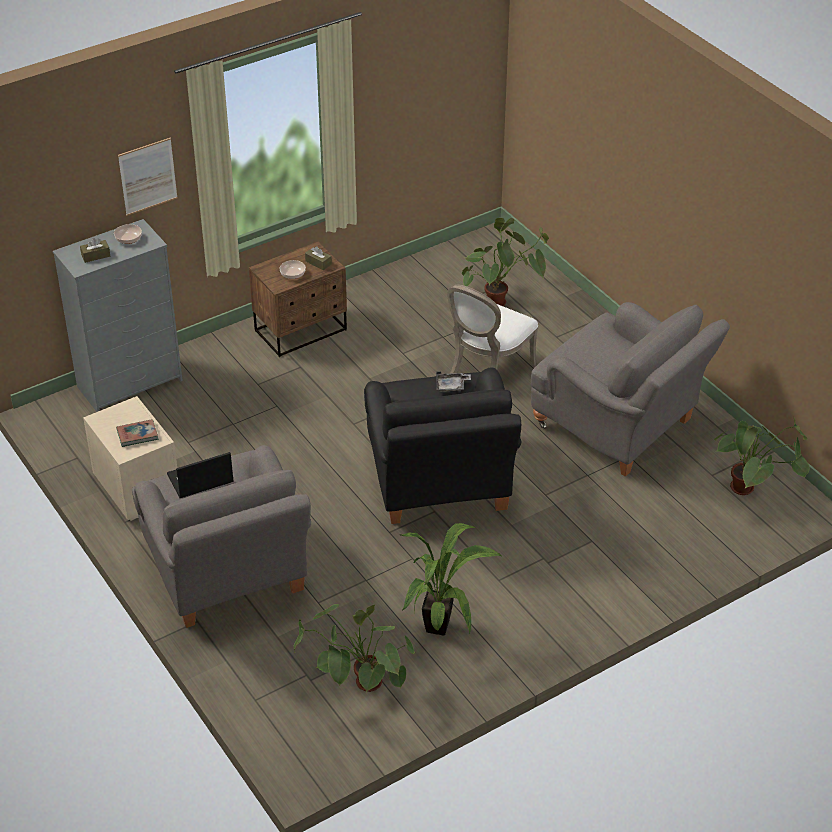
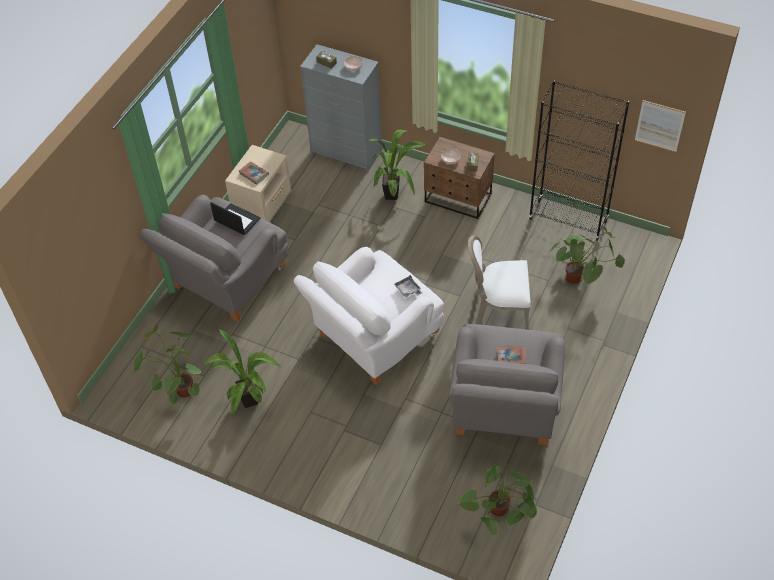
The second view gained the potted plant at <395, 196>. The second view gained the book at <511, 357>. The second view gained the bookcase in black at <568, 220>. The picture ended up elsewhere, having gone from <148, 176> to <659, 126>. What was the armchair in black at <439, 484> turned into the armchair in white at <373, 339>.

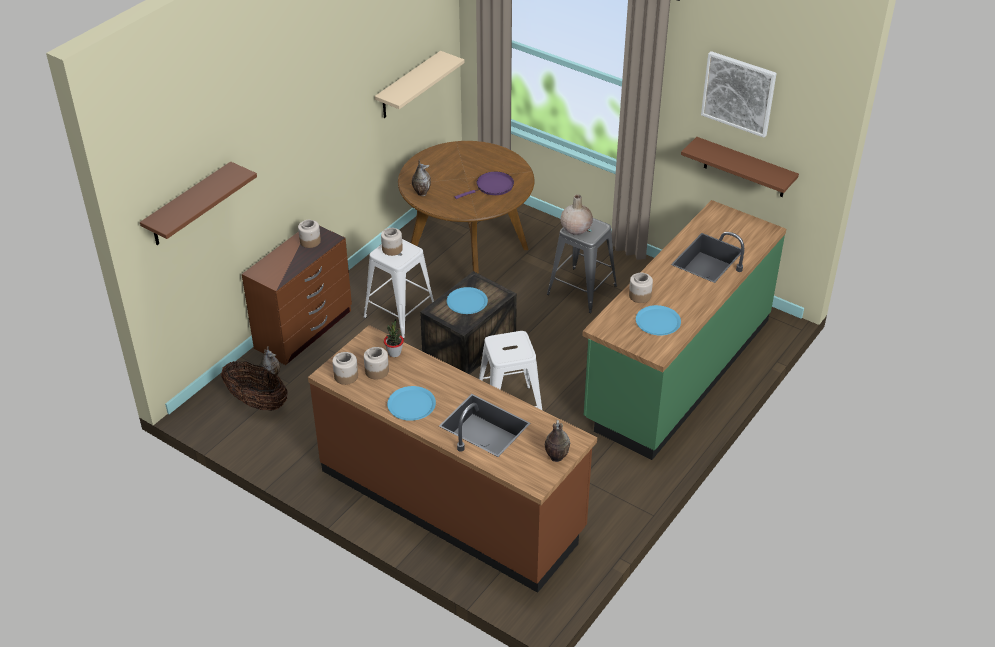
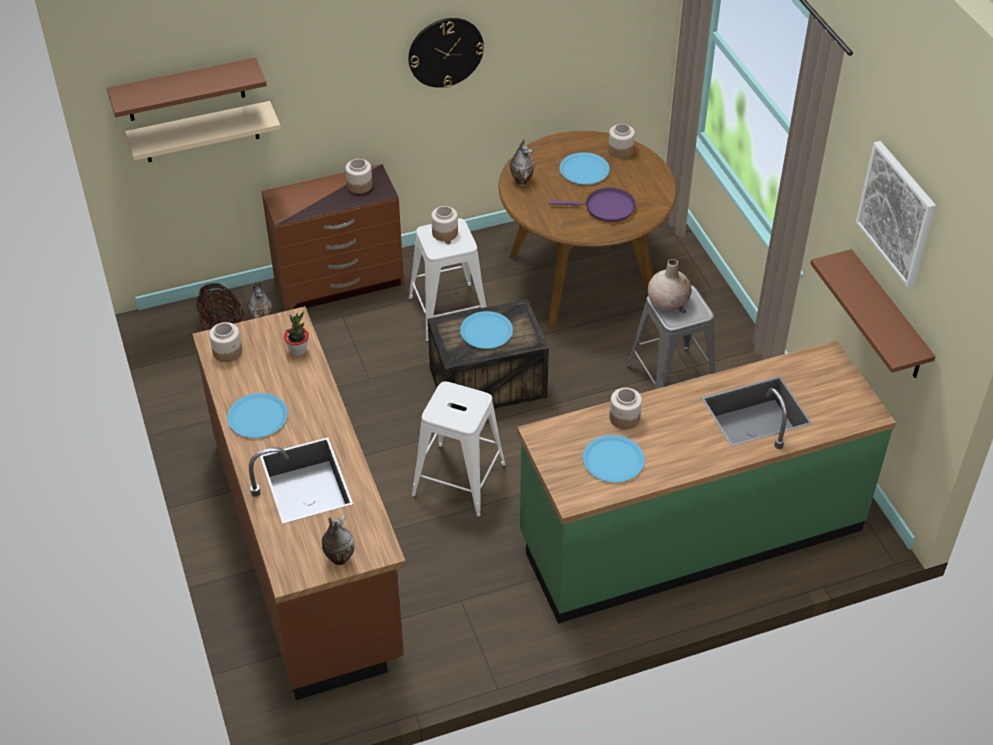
The second view gained the wall clock at <445, 52>. The second view gained the plate in blue at <584, 169>. The jar ended up elsewhere, having gone from <376, 371> to <620, 150>. The shelf in beige ended up elsewhere, having gone from <408, 86> to <201, 132>.

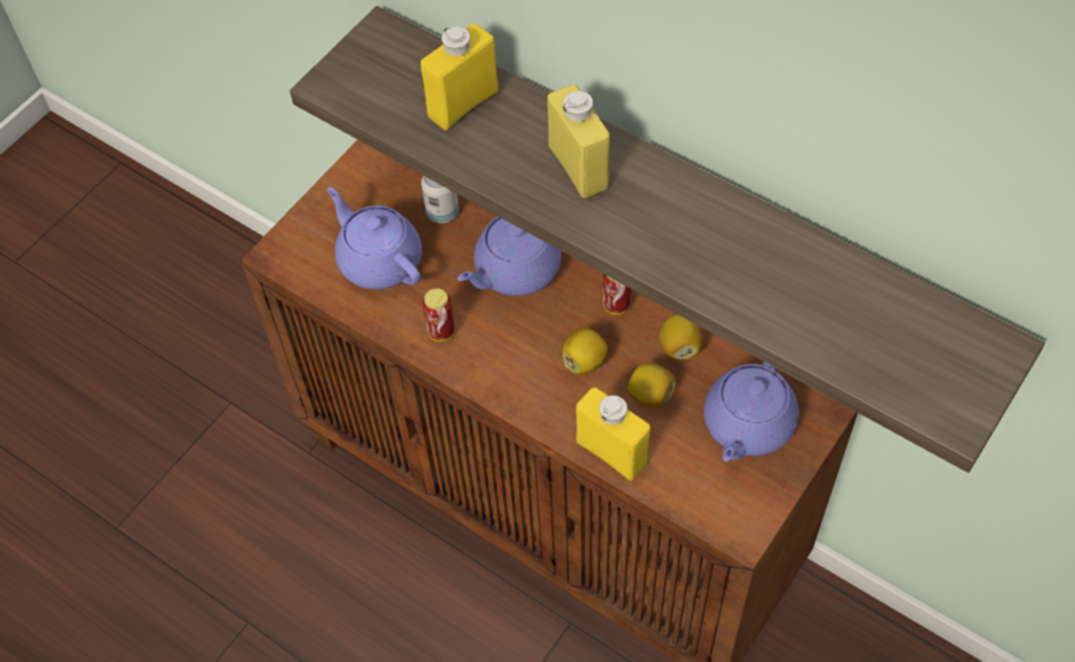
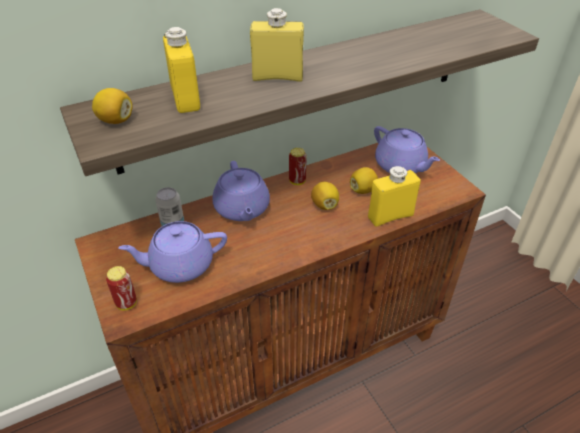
The can ended up elsewhere, having gone from <441, 331> to <126, 303>. The lemon ended up elsewhere, having gone from <679, 347> to <115, 120>.

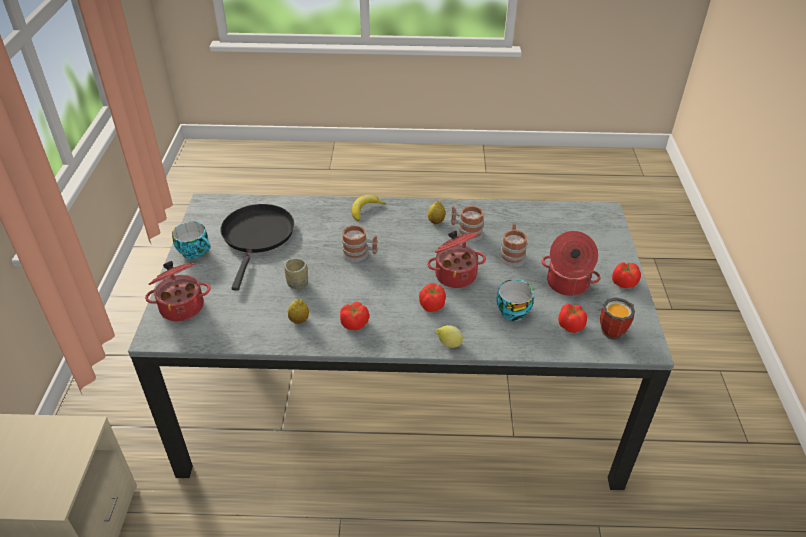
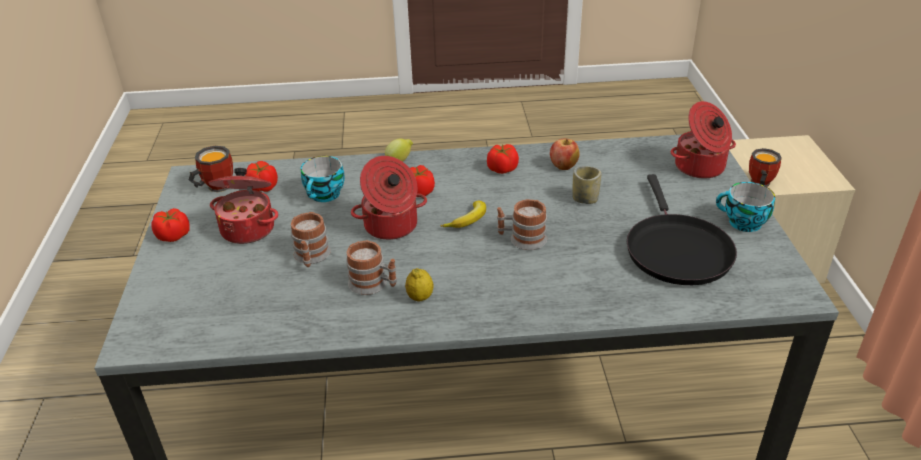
The second view gained the mug at <758, 183>. The banana ended up elsewhere, having gone from <365, 210> to <468, 220>. Where the lemon stood at <299, 320>, the apple came to stand at <563, 167>.

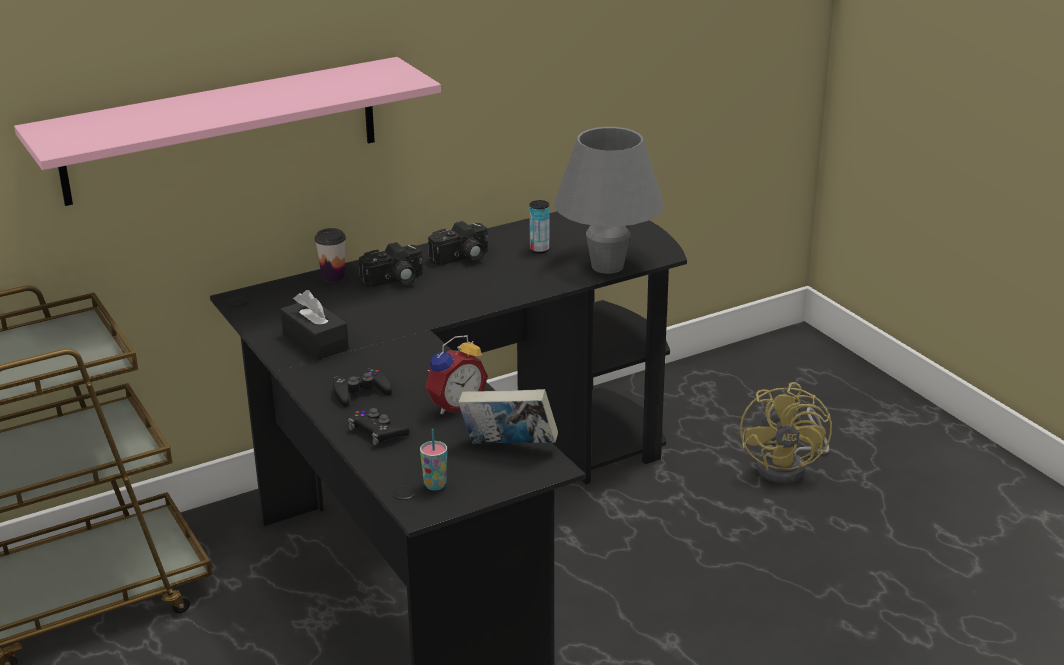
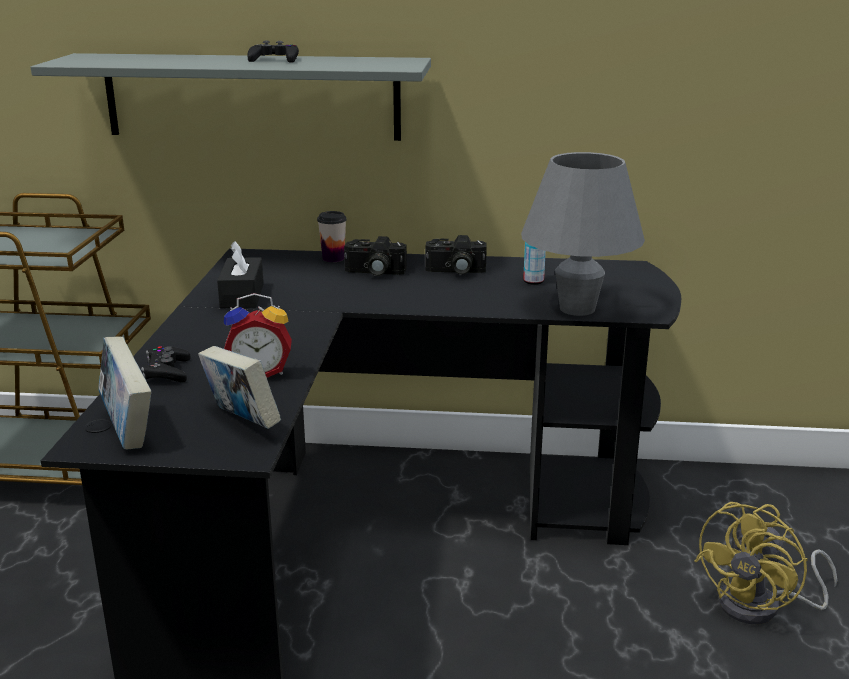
The game controller in black ended up elsewhere, having gone from <360, 392> to <274, 60>. Where the cup stood at <435, 485>, the book came to stand at <128, 429>. What was the shelf in pink at <221, 130> turned into the shelf in grey at <252, 96>.

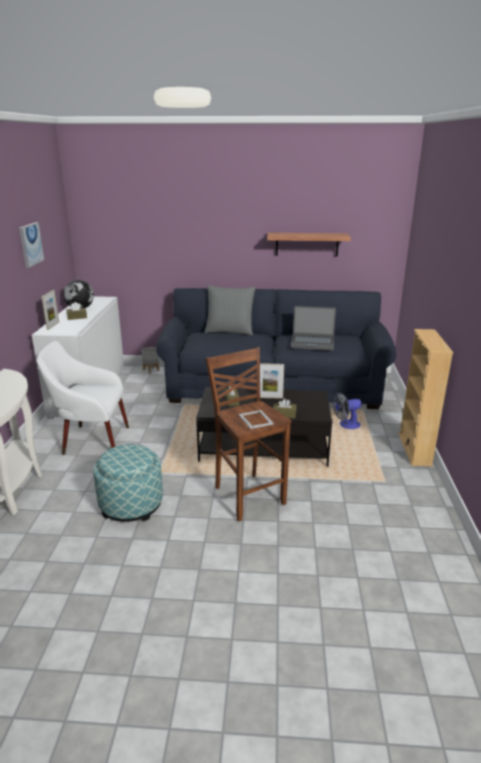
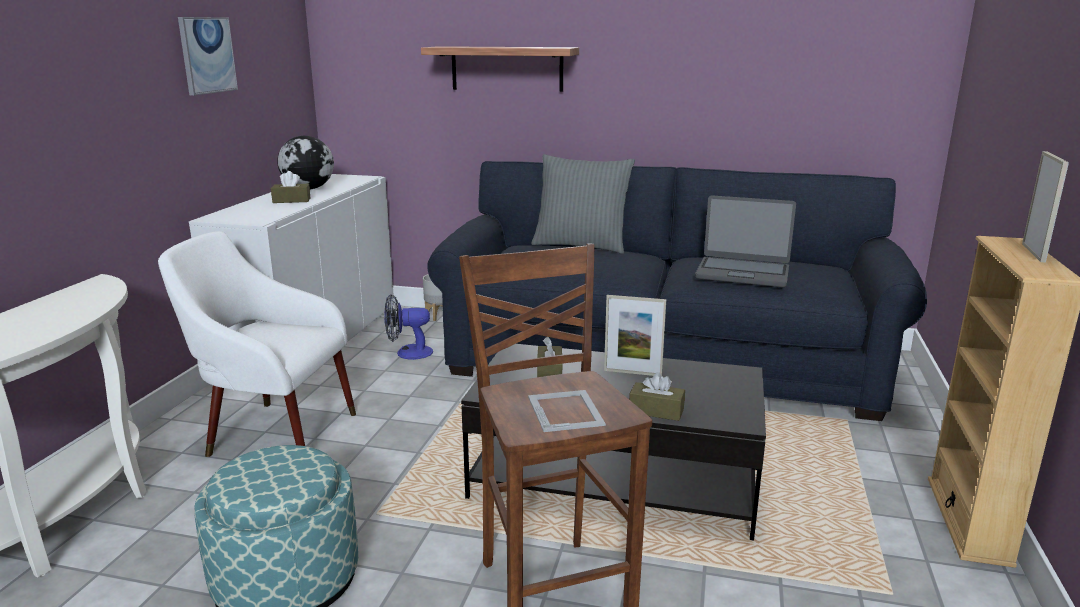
The picture frame ended up elsewhere, having gone from <53, 325> to <1033, 252>. The shelf ended up elsewhere, having gone from <307, 244> to <507, 68>. The fan ended up elsewhere, having gone from <346, 425> to <408, 353>.

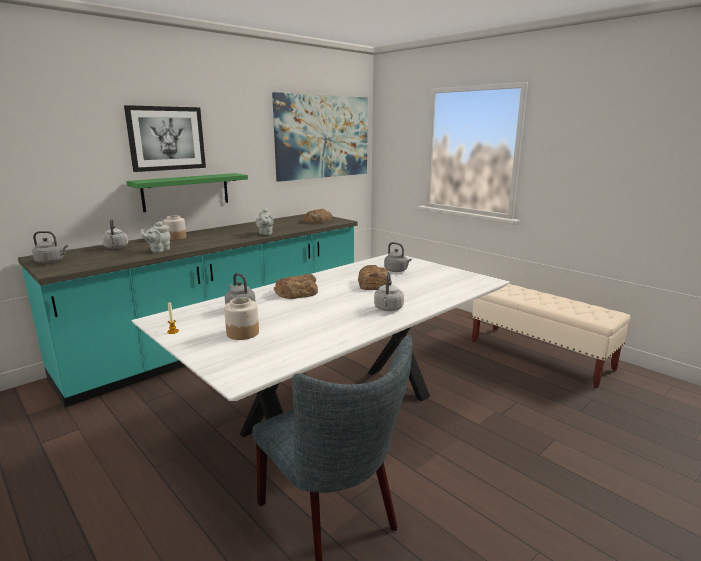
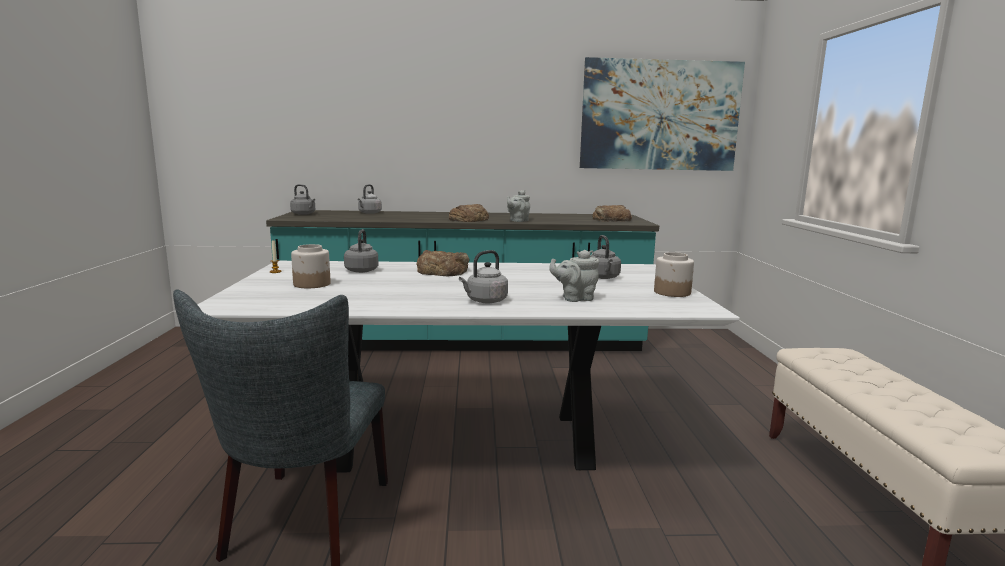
The second view lost the picture at <166, 138>. The second view lost the shelf in green at <186, 192>. The teapot in grey ended up elsewhere, having gone from <158, 250> to <575, 298>. The jar ended up elsewhere, having gone from <176, 238> to <672, 292>. The bread ended up elsewhere, having gone from <373, 283> to <469, 219>.

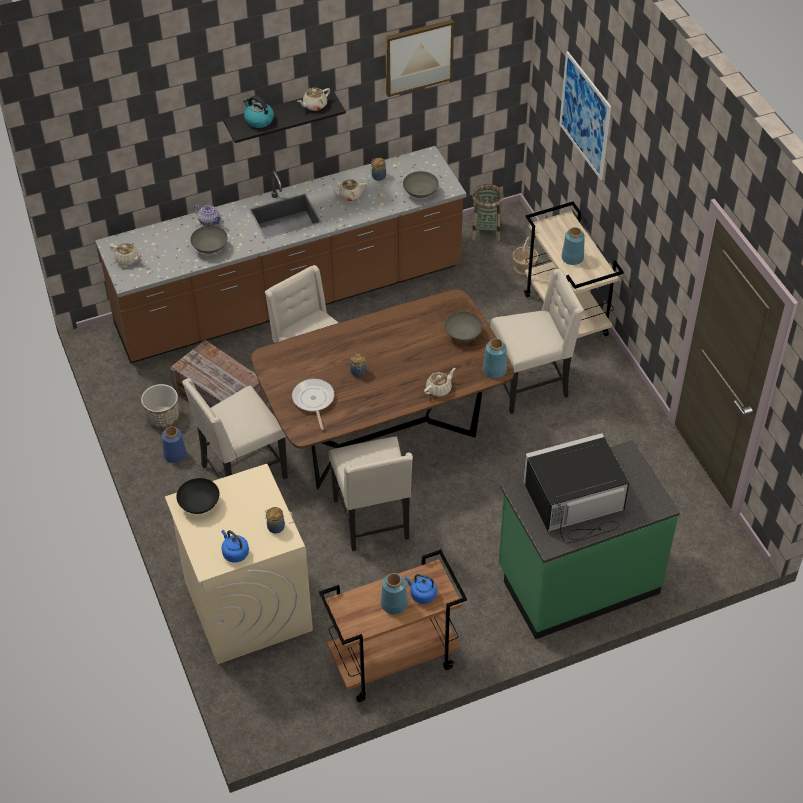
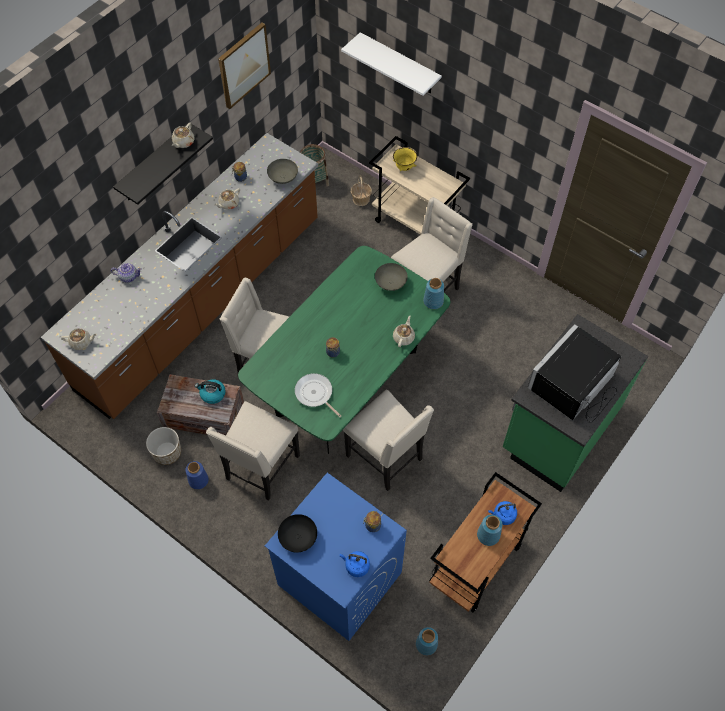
The second view lost the bowl in grey at <210, 248>. The second view gained the bowl in yellow at <404, 167>. The kettle ended up elsewhere, having gone from <258, 120> to <212, 394>. The vase in blue ended up elsewhere, having gone from <572, 258> to <426, 644>. Where the picture hung at <585, 115>, the shelf in white came to hang at <399, 64>. What was the washing machine in beige at <247, 605> turned into the washing machine in blue at <338, 578>. What was the dining table in brown at <383, 435> turned into the dining table in green at <348, 384>.

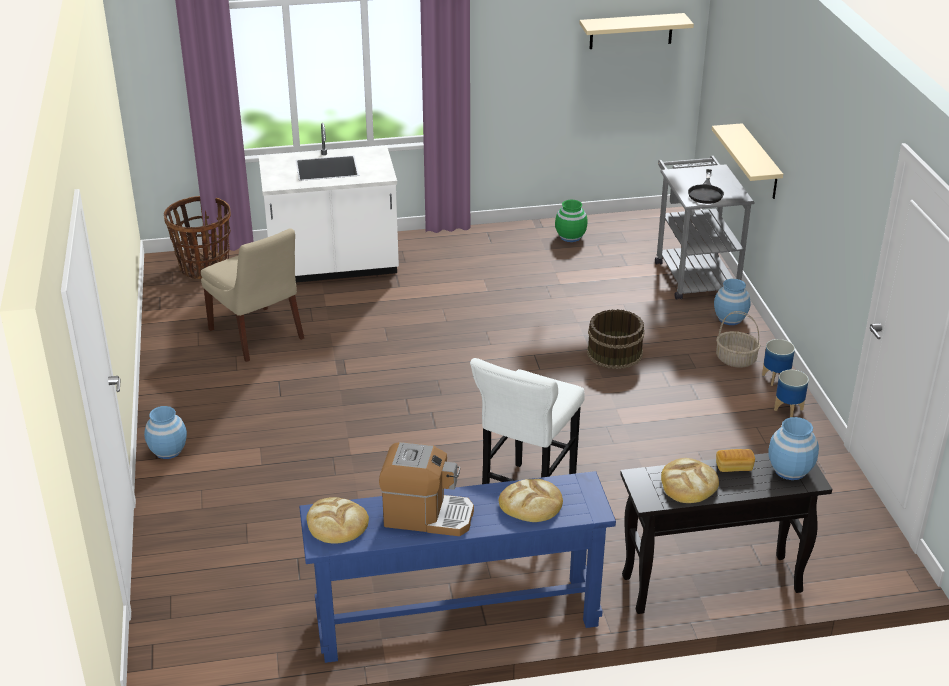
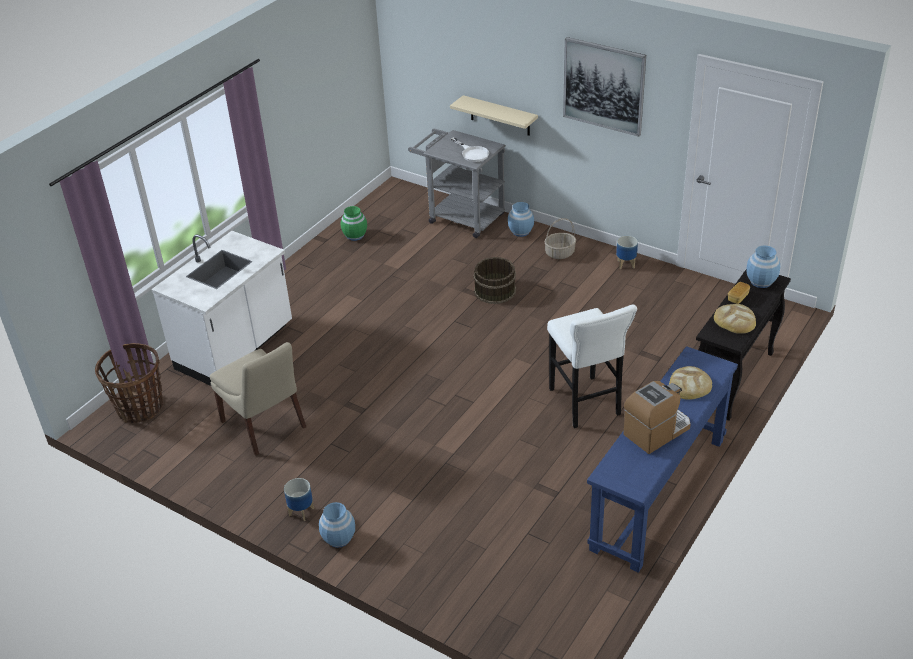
The second view lost the bread at <337, 523>. The second view lost the shelf in beige at <631, 31>. The second view gained the picture at <604, 86>. The planter ended up elsewhere, having gone from <775, 378> to <301, 512>. What was the frying pan in black at <706, 192> turned into the frying pan in white at <472, 153>. The chair in beige at <258, 336> ended up facing another way, 45 degrees clockwise from before.

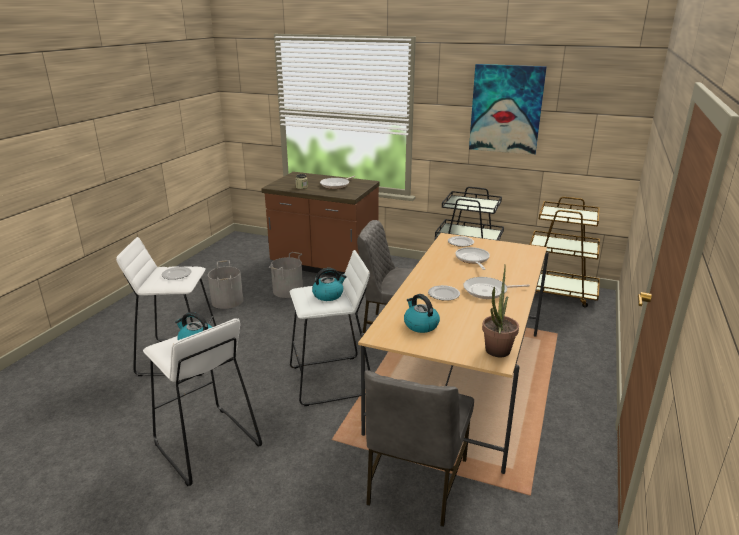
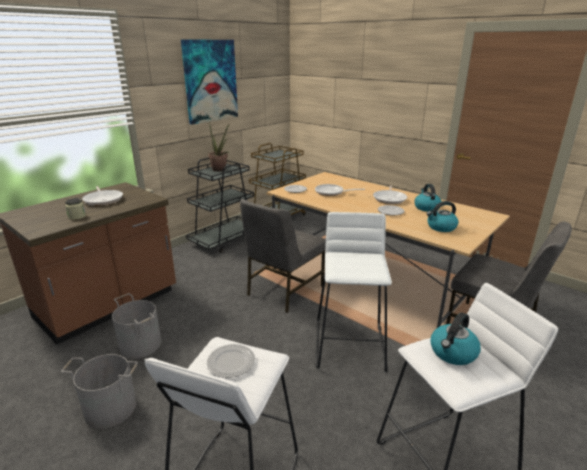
The kettle ended up elsewhere, having gone from <328, 295> to <426, 207>. The potted plant ended up elsewhere, having gone from <496, 353> to <220, 170>.

